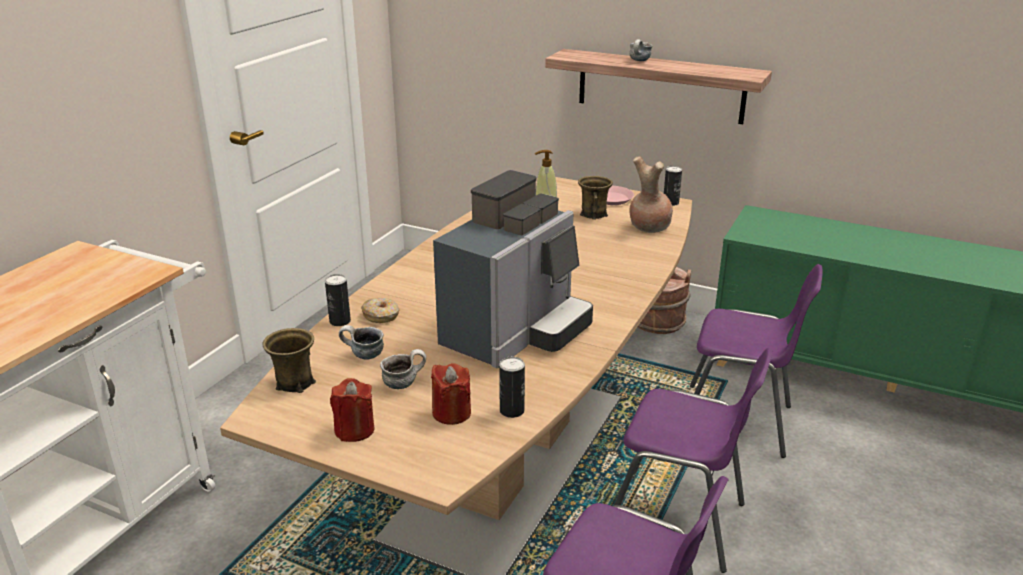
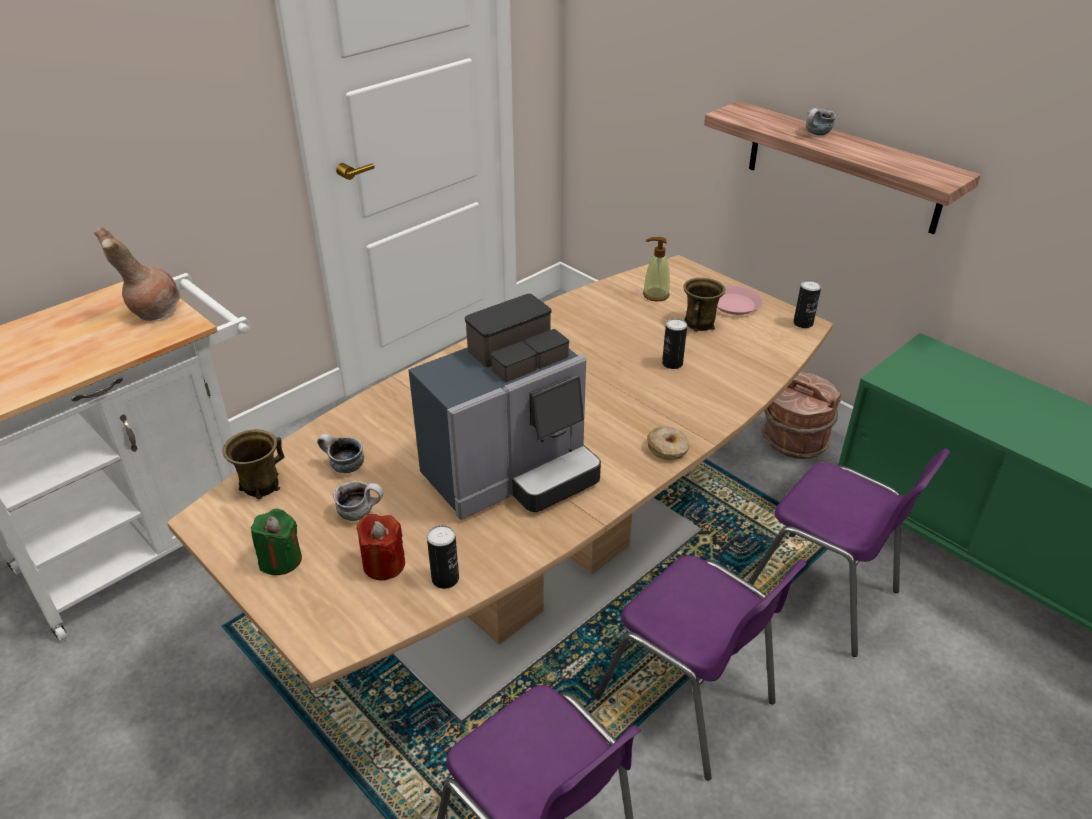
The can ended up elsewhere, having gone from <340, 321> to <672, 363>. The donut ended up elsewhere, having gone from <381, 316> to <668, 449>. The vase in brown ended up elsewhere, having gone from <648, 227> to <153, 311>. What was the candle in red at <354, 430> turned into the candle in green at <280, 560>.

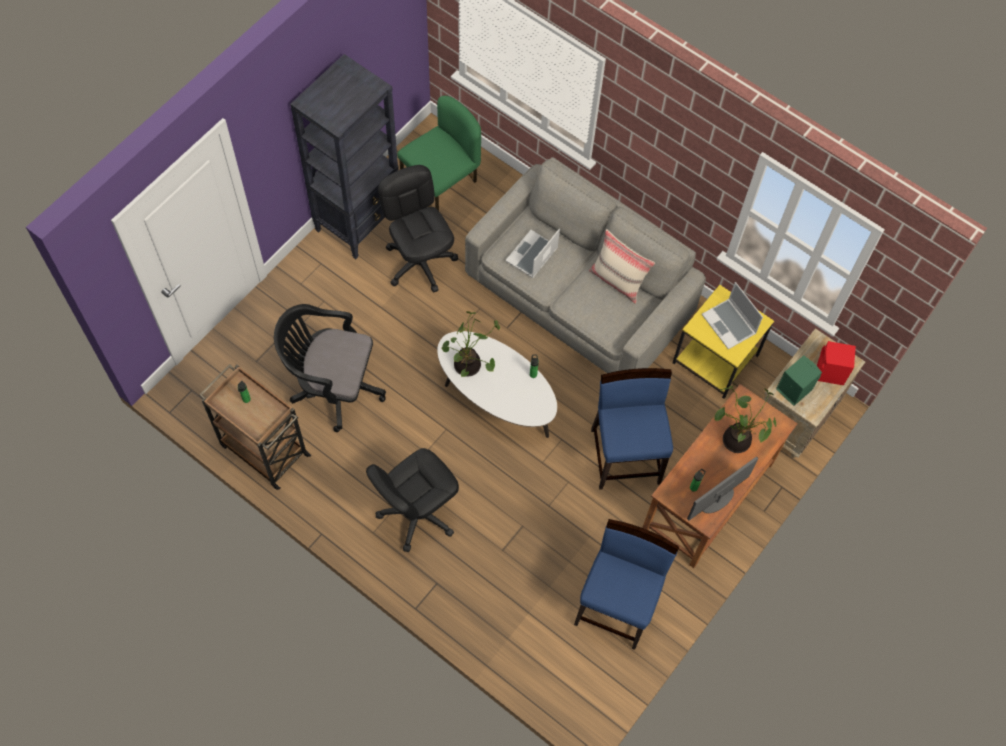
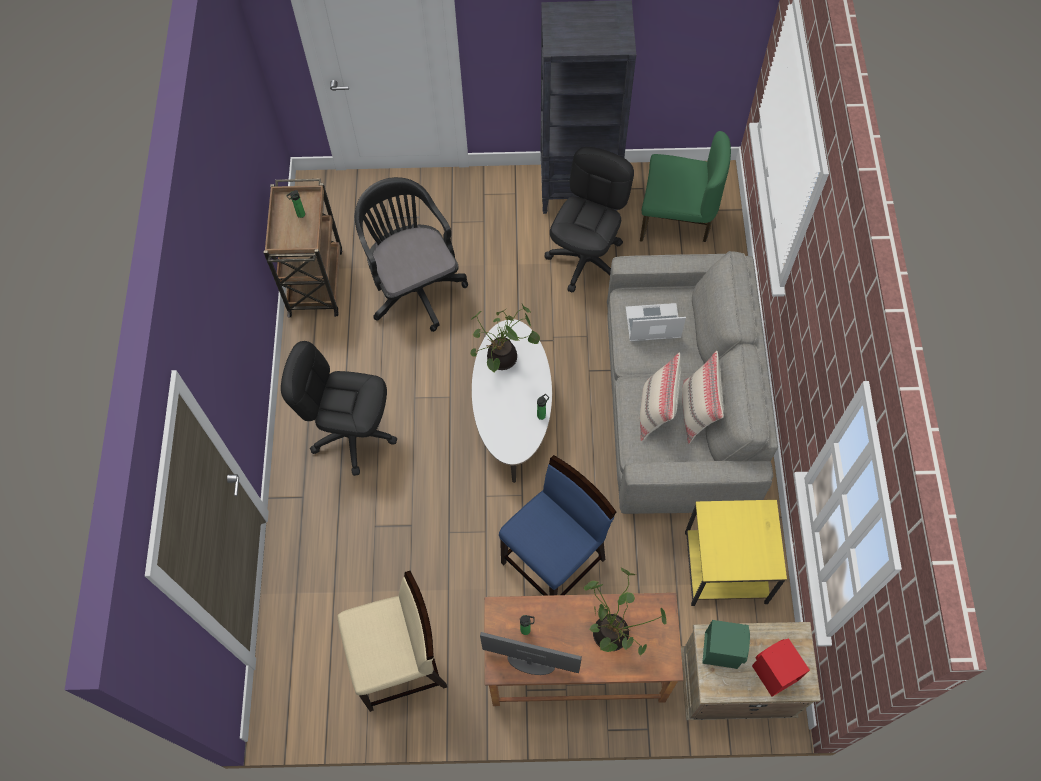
The second view lost the laptop at <729, 324>. The second view gained the pillow in beige at <656, 411>. What was the chair in blue at <617, 605> turned into the chair in beige at <400, 663>.

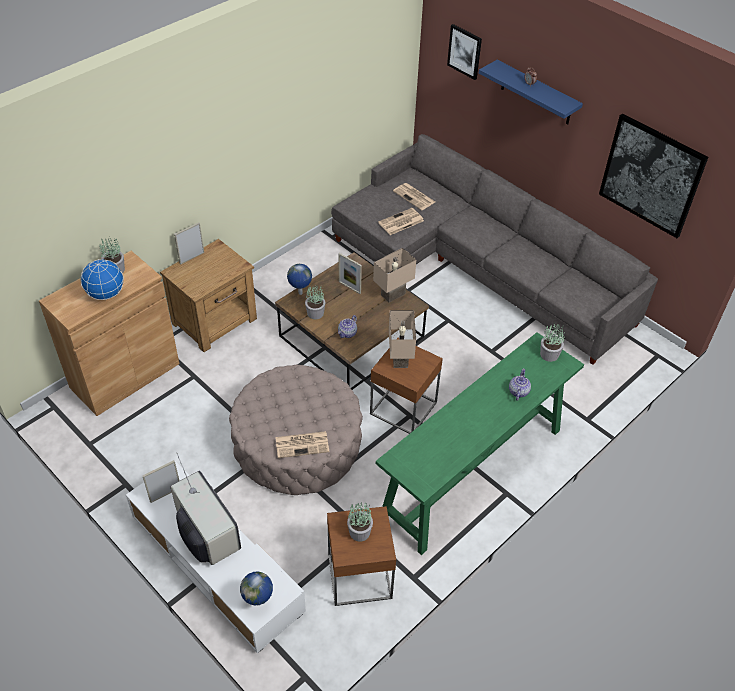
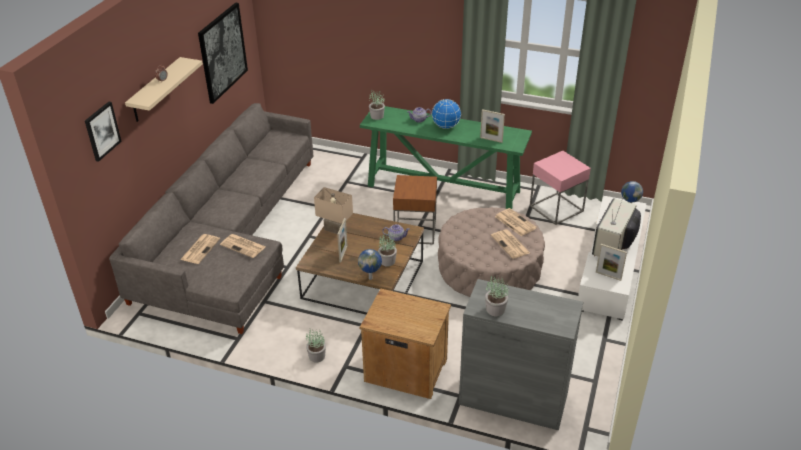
The second view lost the table lamp in beige at <398, 358>. The second view gained the newspaper at <510, 244>. The globe ended up elsewhere, having gone from <106, 294> to <445, 126>. The picture frame ended up elsewhere, having gone from <192, 258> to <491, 140>. The potted plant ended up elsewhere, having gone from <360, 531> to <316, 356>. What was the cabinet in brown at <125, 375> turned into the cabinet in grey at <513, 398>. What was the side table in brown at <359, 576> turned into the side table in pink at <556, 208>. What was the shelf in blue at <536, 93> turned into the shelf in beige at <156, 90>.

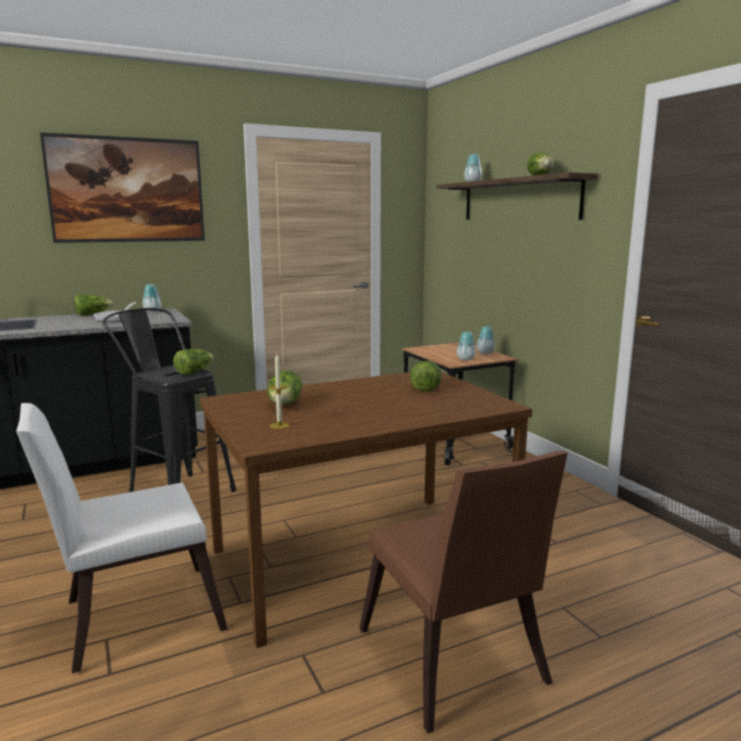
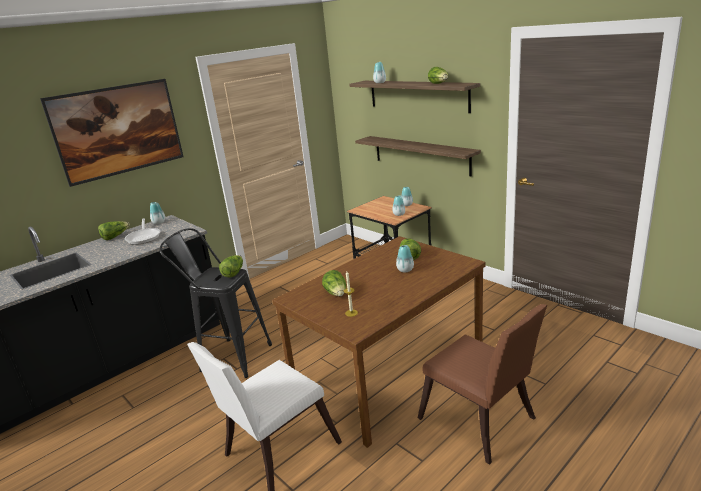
The second view gained the shelf at <420, 155>. The second view gained the vase at <405, 270>.

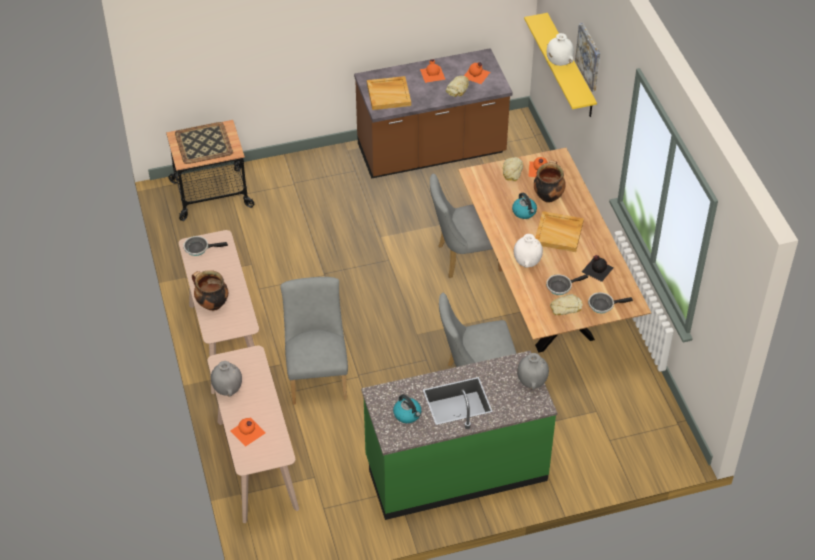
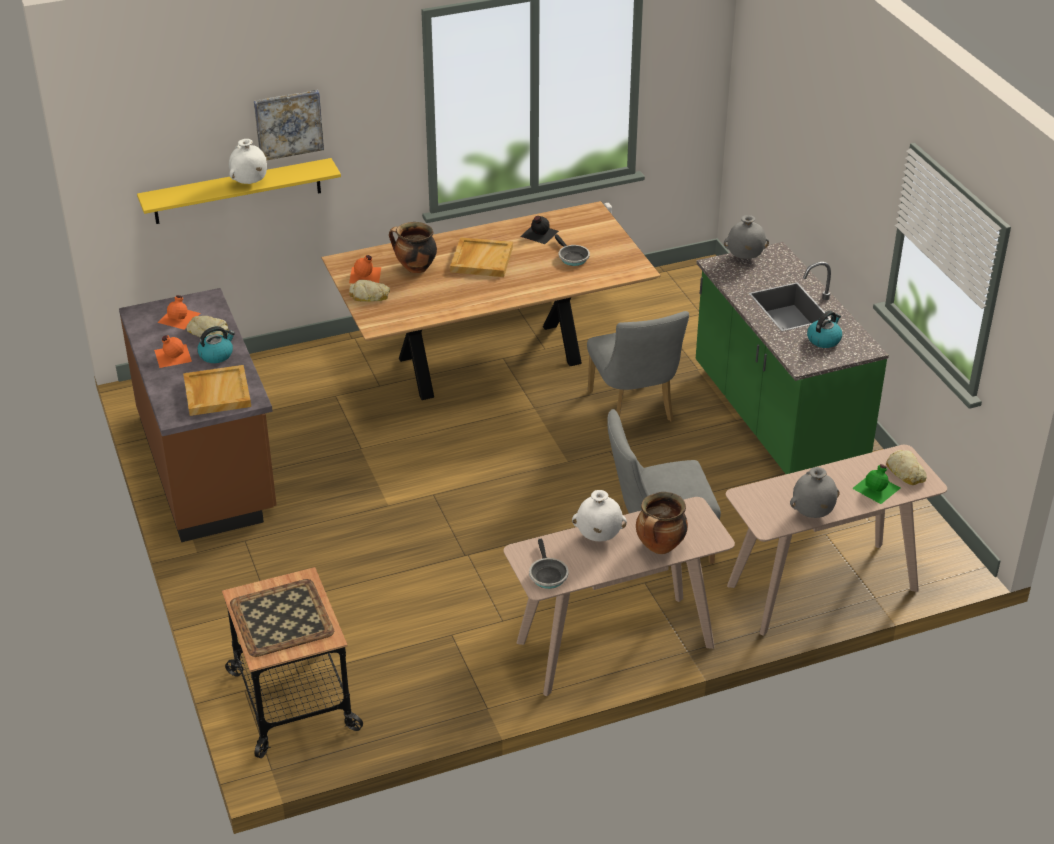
The second view lost the chair in grey at <464, 258>. The second view lost the frying pan at <603, 305>. The kettle ended up elsewhere, having gone from <524, 212> to <216, 355>. The vase in white ended up elsewhere, having gone from <527, 262> to <598, 537>. The bread ended up elsewhere, having gone from <565, 307> to <905, 472>. What was the bottle in orange at <247, 432> turned into the bottle in green at <877, 488>.

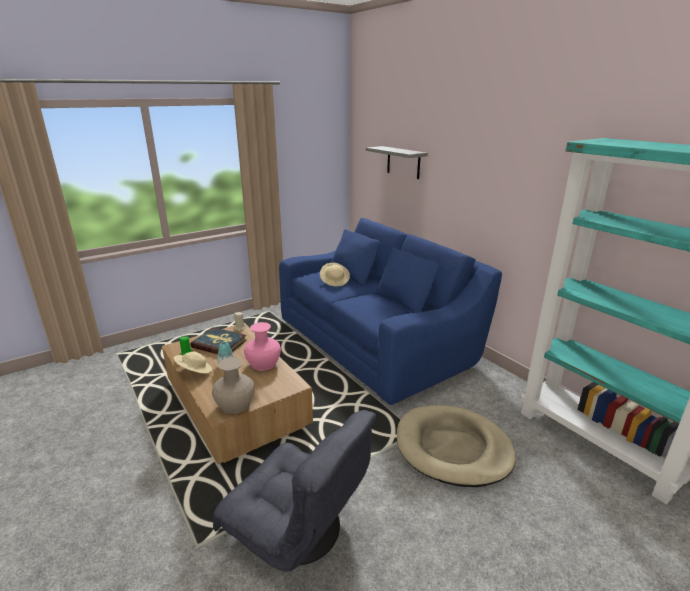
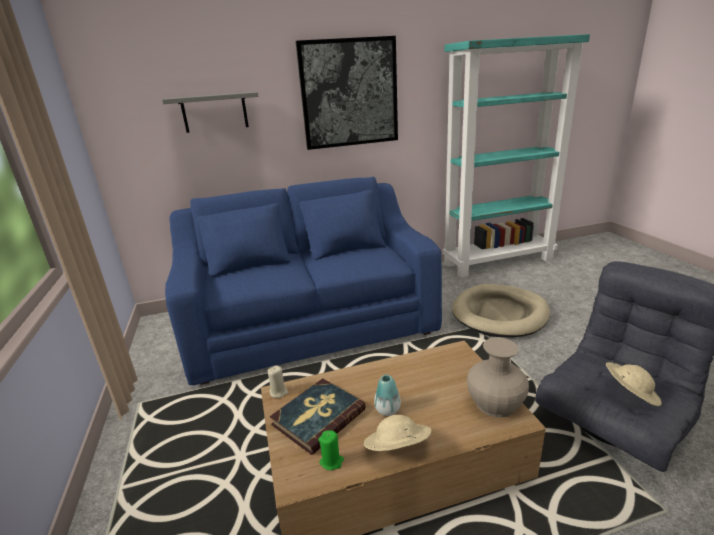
The second view lost the vase in pink at <263, 363>. The second view gained the picture at <349, 93>. The hat in beige ended up elsewhere, having gone from <335, 281> to <629, 393>.

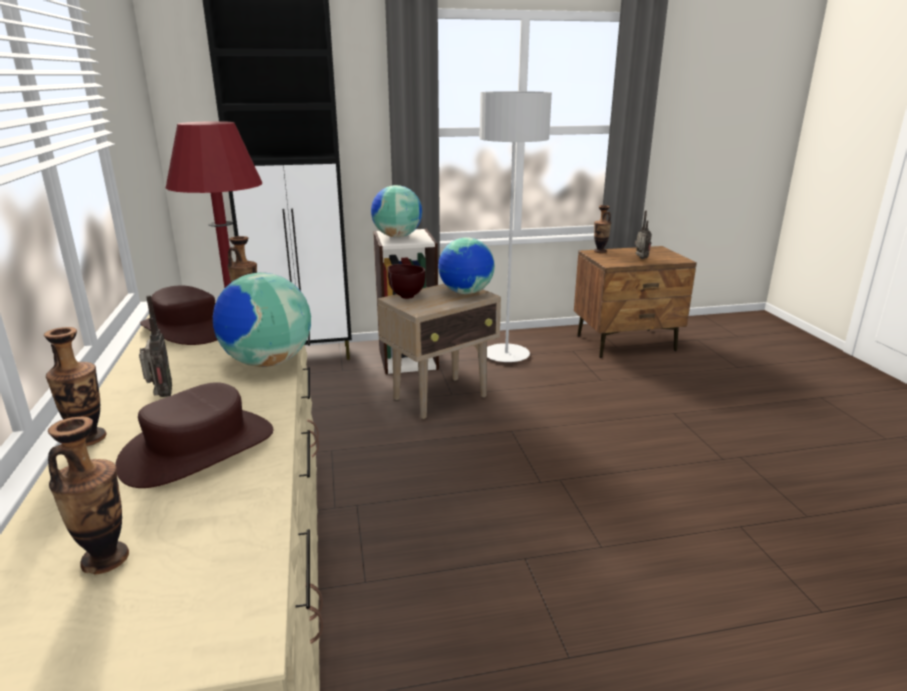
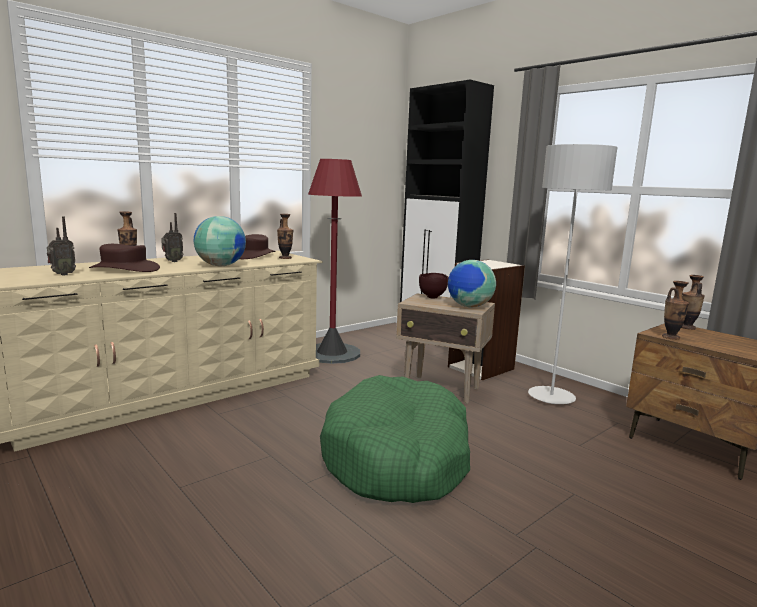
The second view lost the globe at <397, 236>. The second view gained the dog bed in green at <397, 458>. The vase ended up elsewhere, having gone from <105, 559> to <671, 337>. The radio ended up elsewhere, having gone from <640, 259> to <62, 274>.

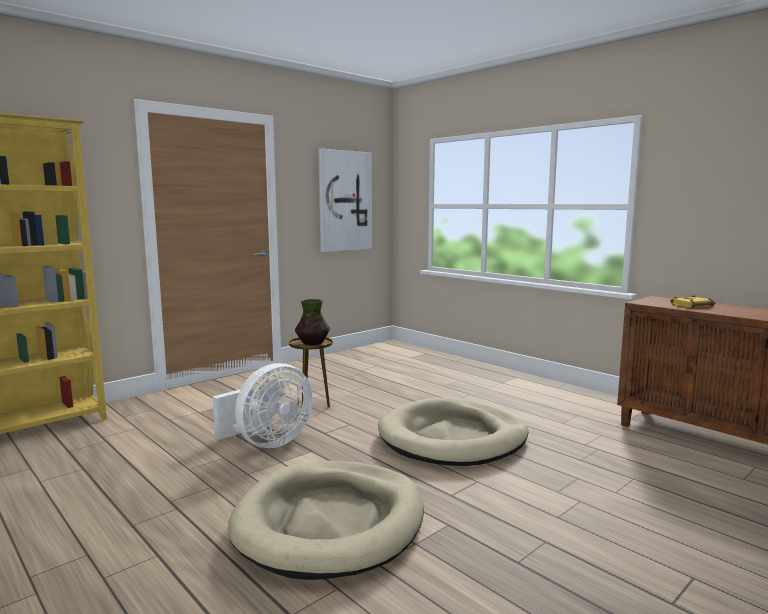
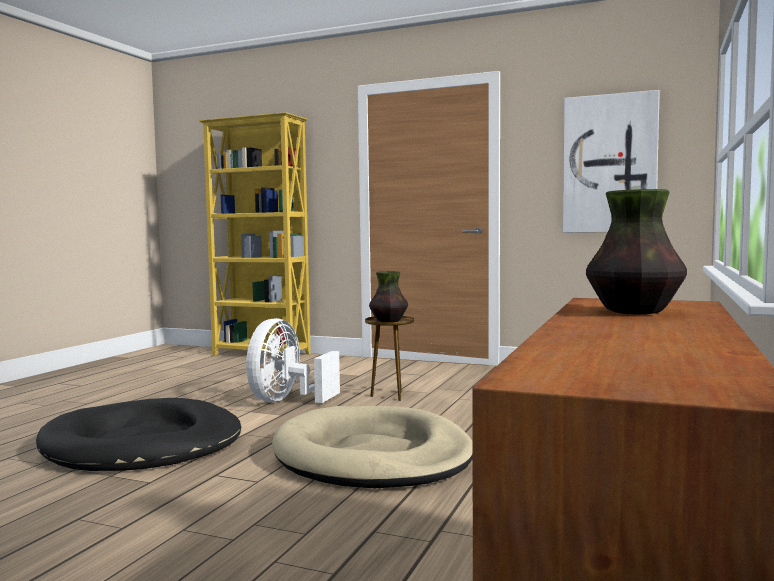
Where the book in yellow stood at <692, 305>, the vase came to stand at <634, 312>. What was the dog bed in beige at <330, 522> turned into the dog bed in black at <143, 444>. The fan in white at <267, 443> ended up facing another way, 90 degrees clockwise from before.

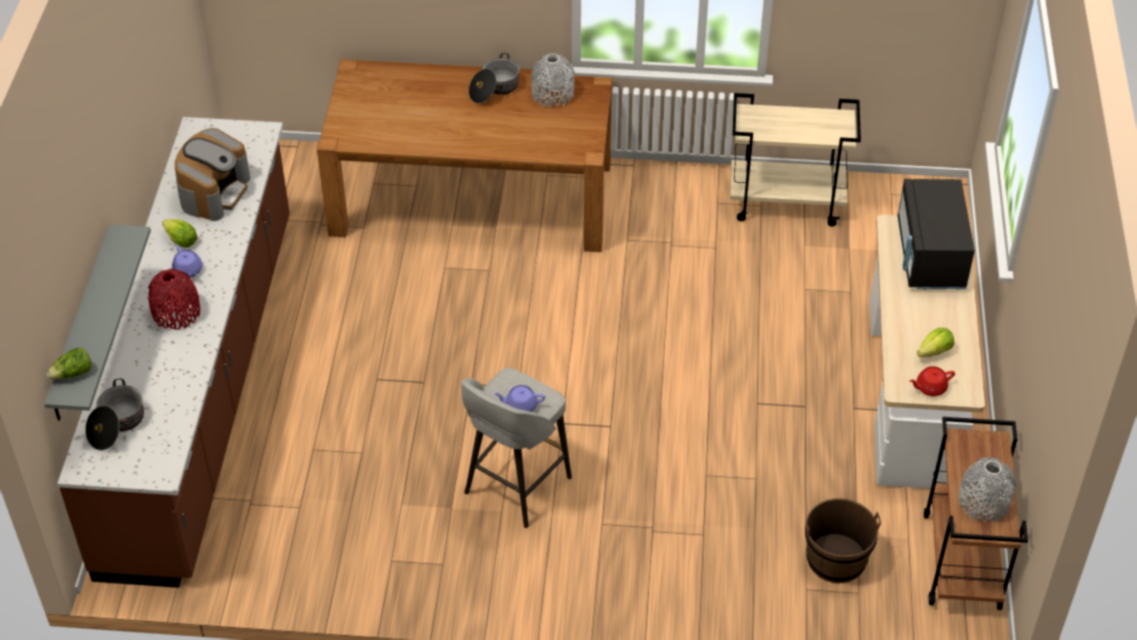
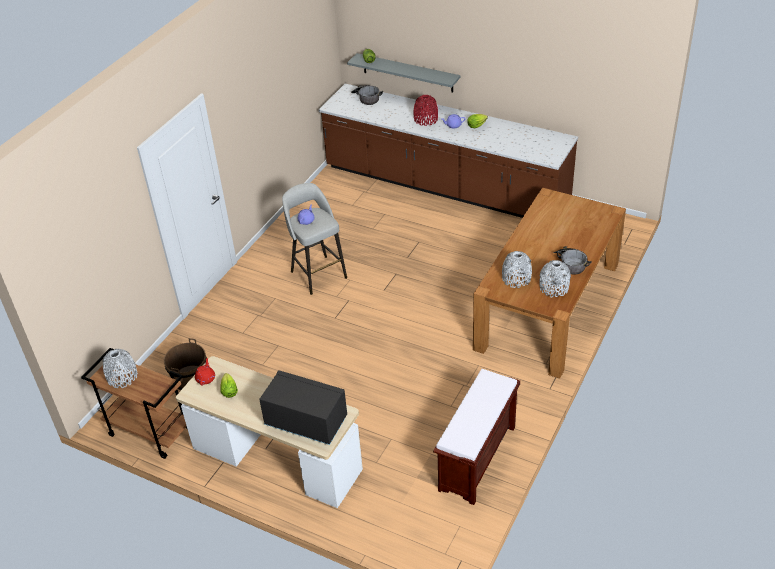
The second view lost the coffee machine at <214, 192>. The second view gained the vase in grey at <516, 278>. Where the cart in beige stood at <787, 202>, the bench in brown came to stand at <477, 459>.

